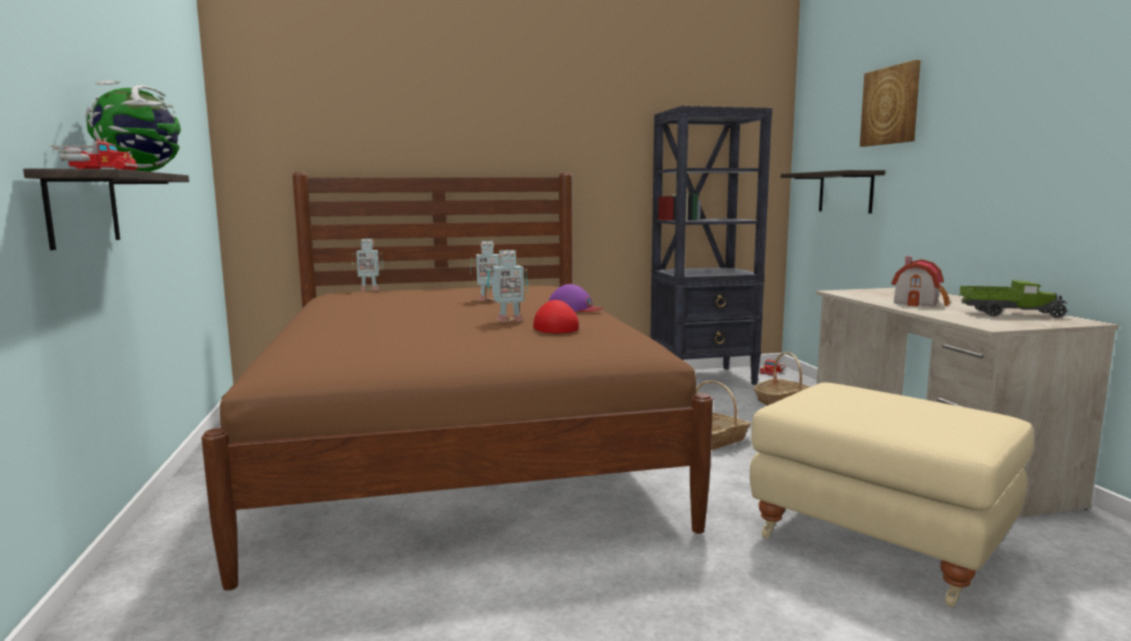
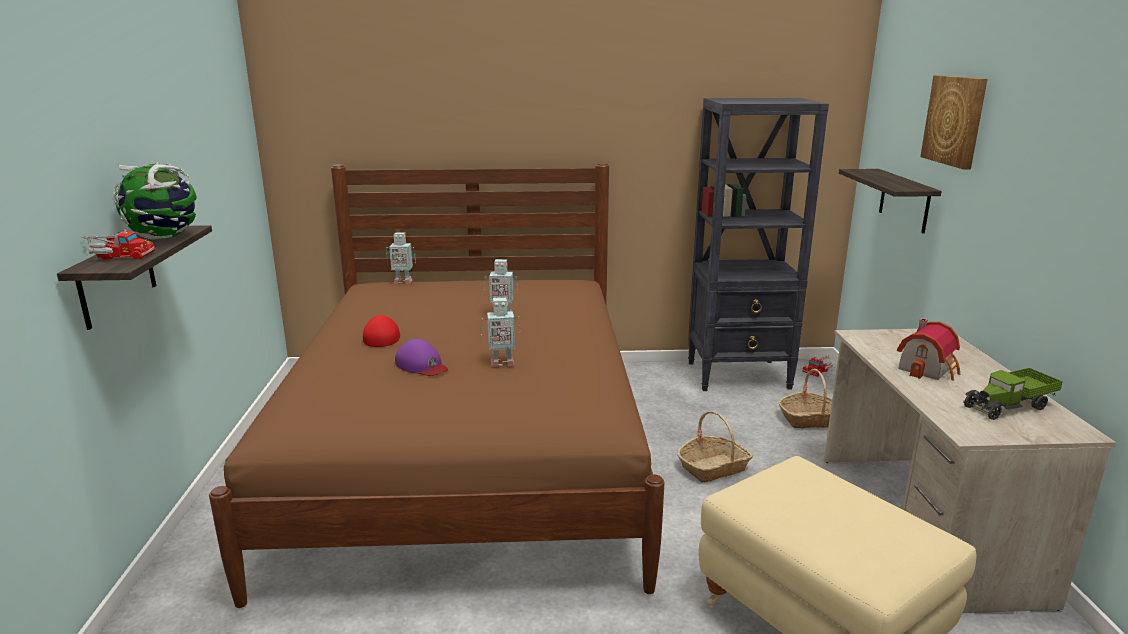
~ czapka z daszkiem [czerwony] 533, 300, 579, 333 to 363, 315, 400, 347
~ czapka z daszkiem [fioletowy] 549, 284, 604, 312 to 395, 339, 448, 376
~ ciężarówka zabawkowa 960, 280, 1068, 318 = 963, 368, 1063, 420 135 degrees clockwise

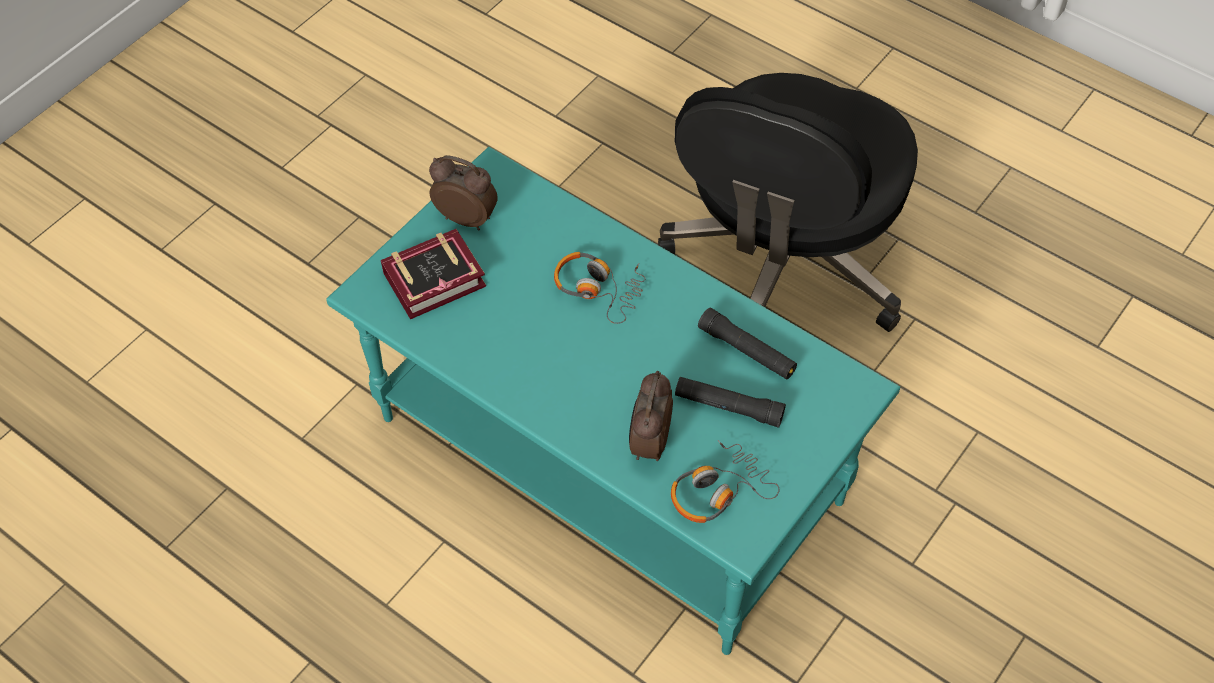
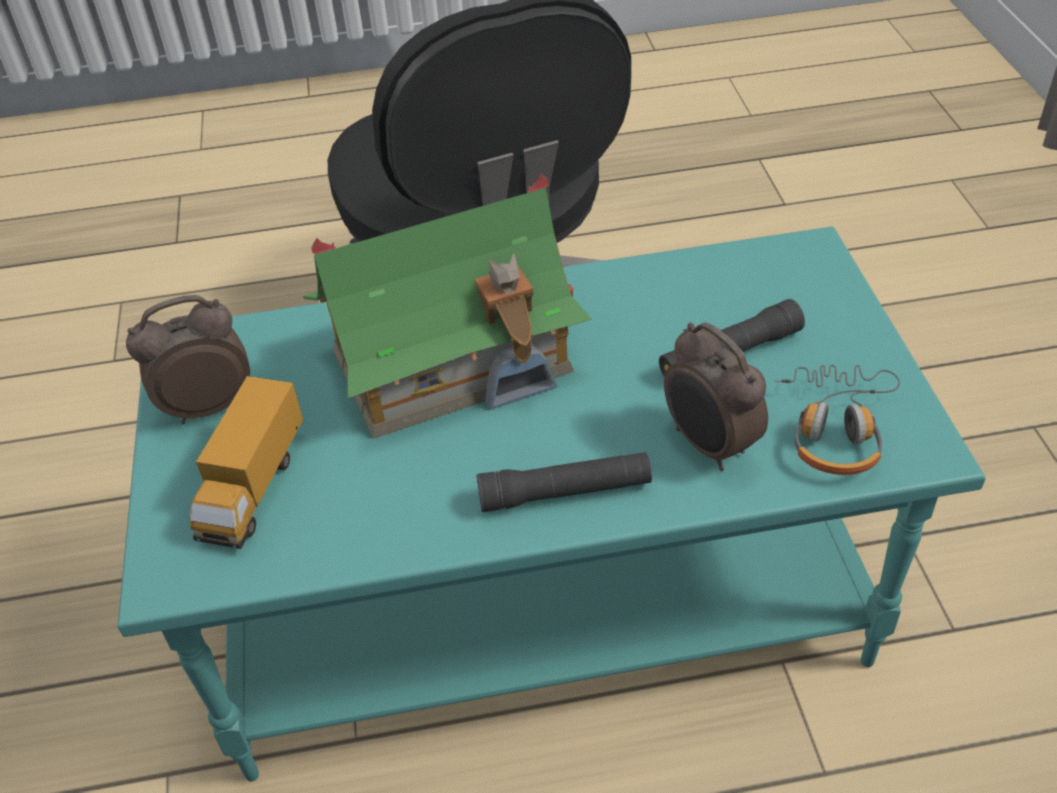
~ książka 381, 229, 486, 319 to ciężarówka zabawkowa 190, 376, 303, 549
~ słuchawki 554, 252, 646, 324 to domek 303, 174, 592, 439
~ latarka [czarny] 698, 308, 797, 380 to 476, 452, 652, 512

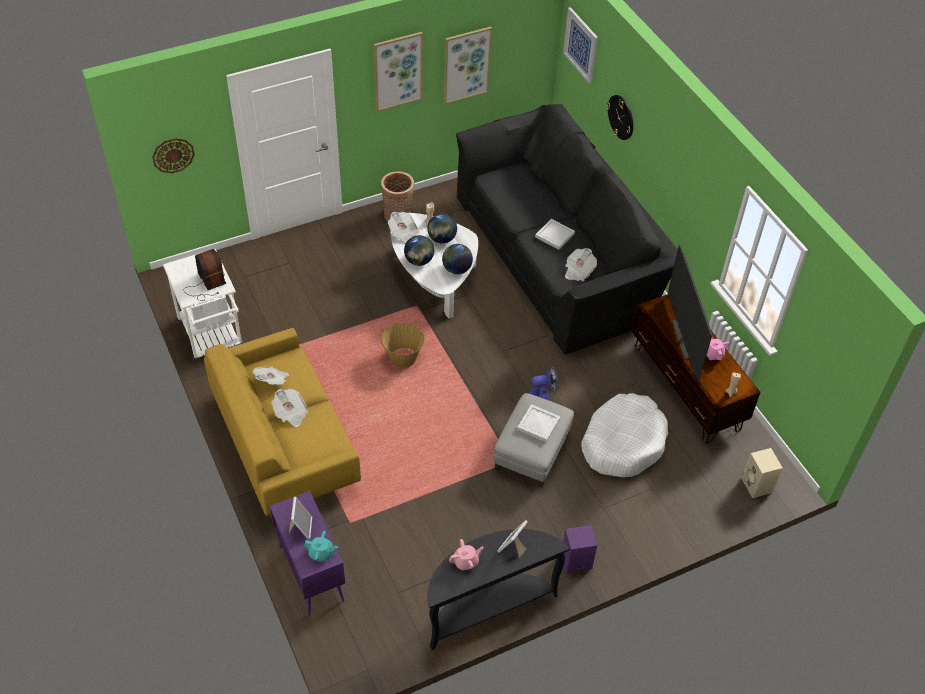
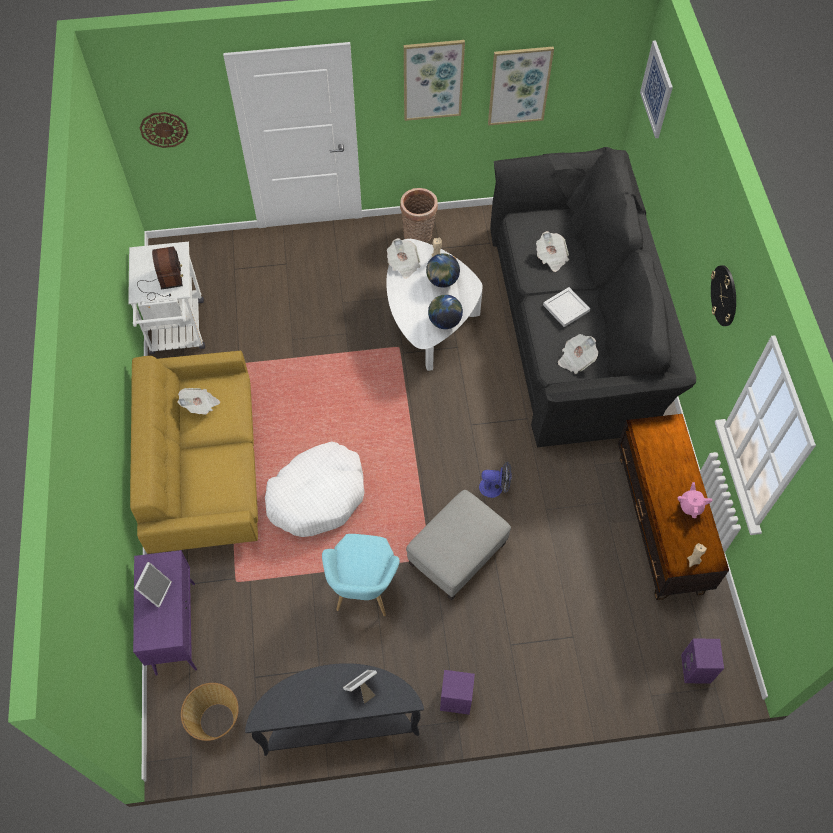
~ koszyk 381, 323, 425, 368 to 181, 683, 239, 741
~ legowisko [biały] 581, 393, 668, 477 to 265, 441, 364, 537
+ fotel [turkusowy] 322, 534, 400, 616
~ gazeta 271, 389, 309, 427 to 536, 231, 569, 272
~ głośnik [beżowy] 742, 448, 783, 498 to głośnik [fioletowy] 681, 638, 724, 684
~ zegar ścienny 607, 95, 633, 140 to 711, 265, 736, 326
- imbryk [turkusowy] 303, 531, 338, 561
- globus 404, 235, 434, 266
- imbryk [różowy] 449, 539, 484, 570
- taca [biały] 517, 404, 560, 442
- telewizor 668, 245, 712, 382

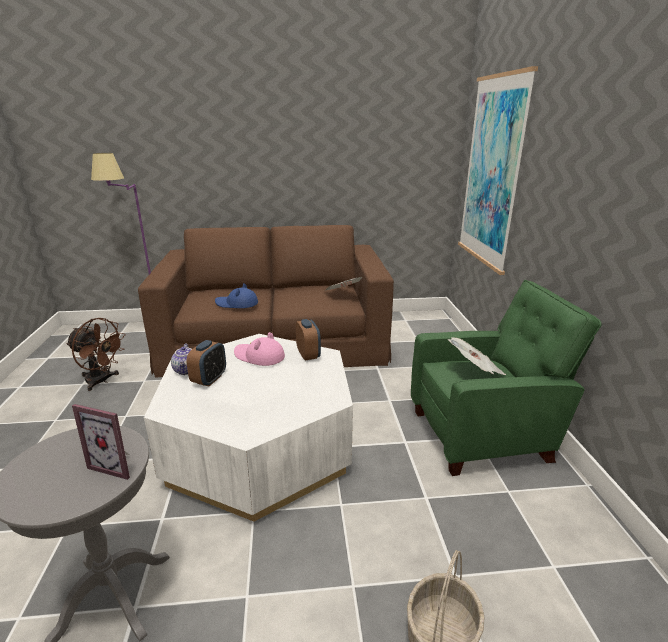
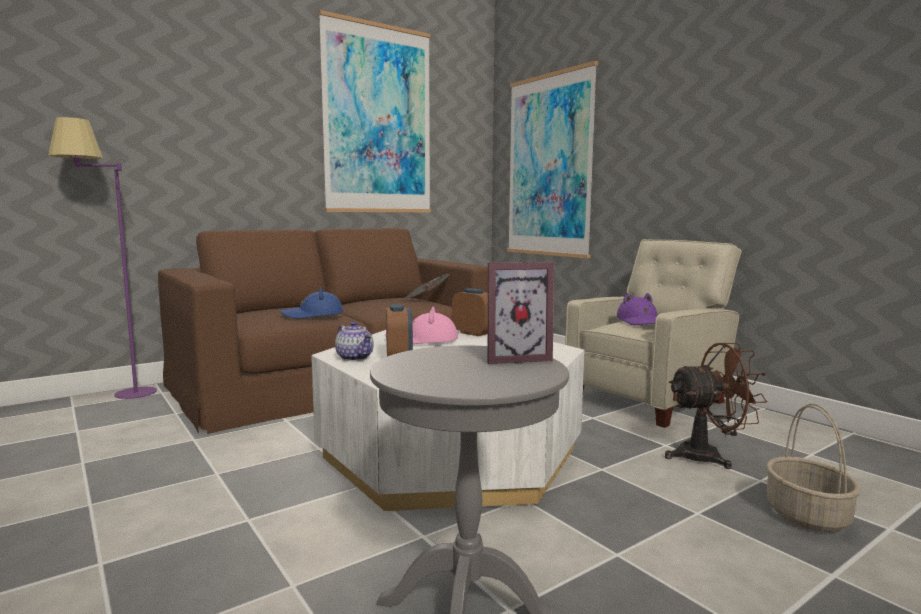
+ obraz 318, 10, 431, 212
~ fotel [zielony] 411, 280, 602, 476 to fotel [beżowy] 565, 239, 742, 428
~ gazeta 448, 337, 506, 375 to kapelusz [fioletowy] 617, 293, 658, 325
~ wentylator [brązowy] 66, 318, 126, 391 to 665, 343, 768, 469

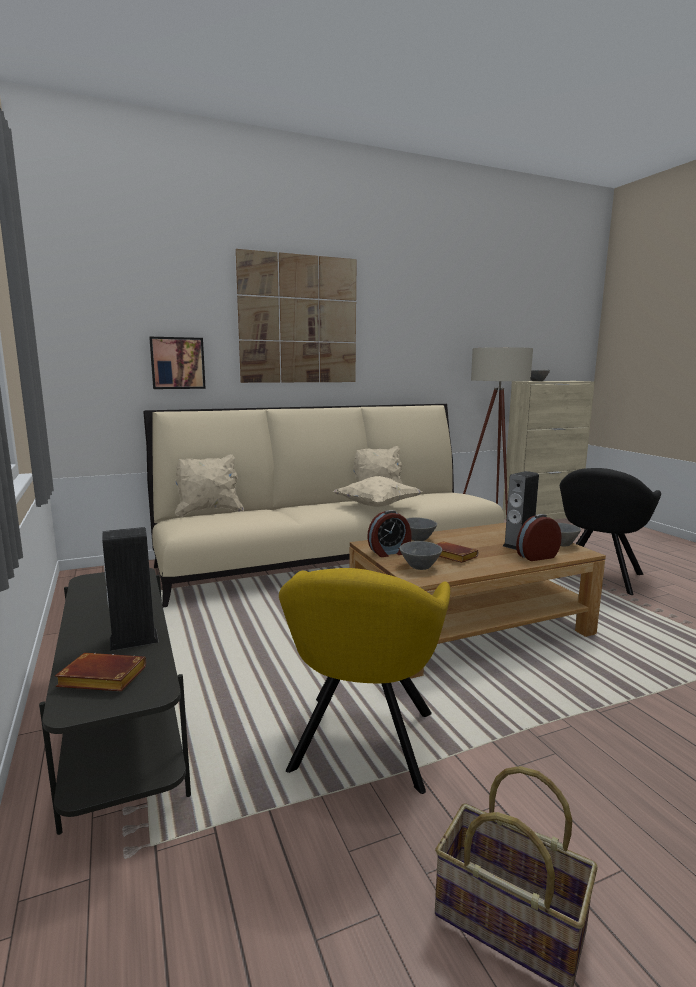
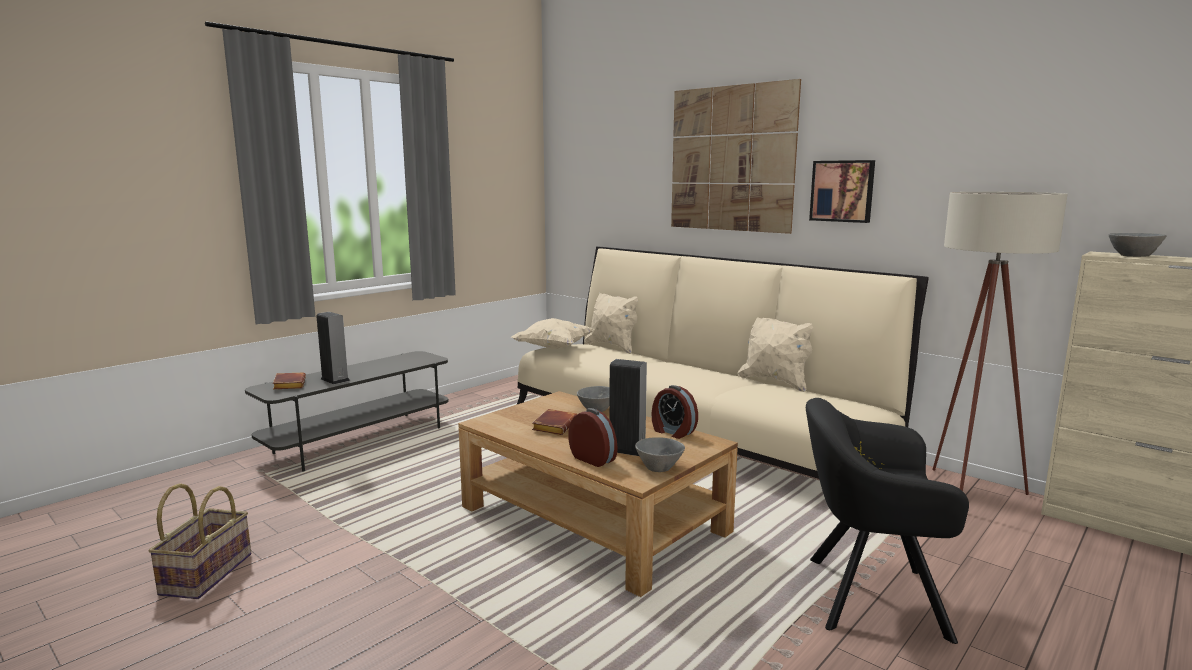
~ poduszka [beżowy] 333, 476, 422, 507 to 511, 318, 595, 349
~ budzik 367, 510, 412, 557 to 651, 385, 698, 439
~ obraz 149, 337, 206, 389 to 809, 160, 875, 223
- fotel [żółty] 279, 568, 450, 794
- miska [szary] 400, 541, 442, 570

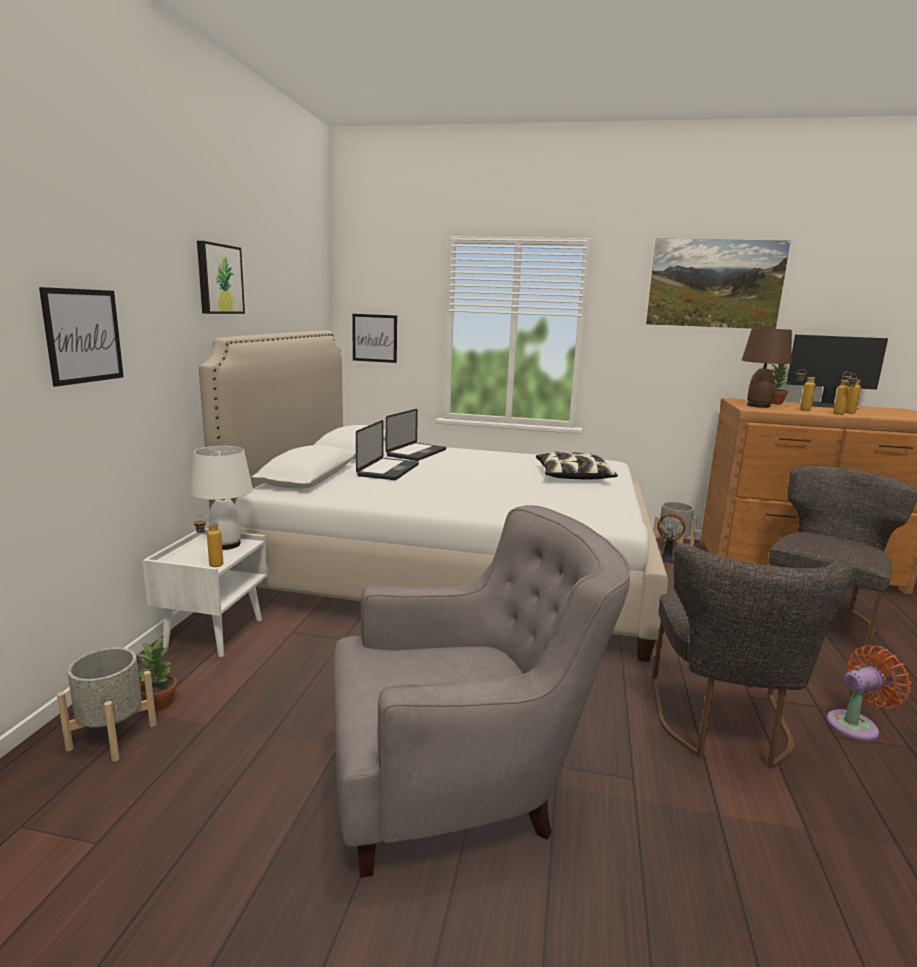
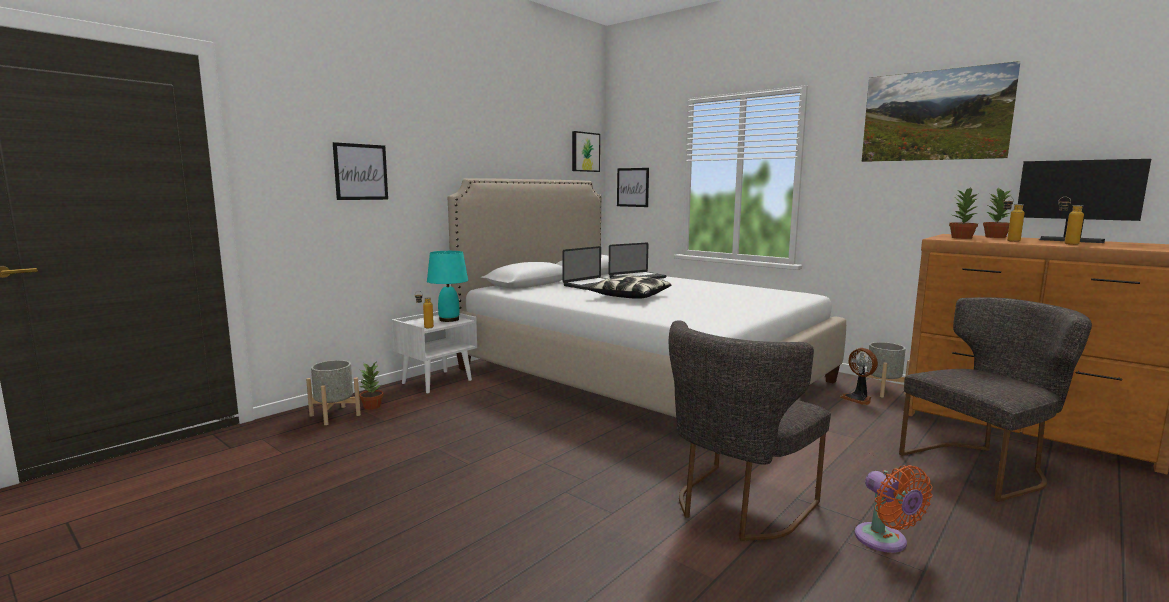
~ lampa stołowa [biały] 190, 446, 253, 550 to lampa stołowa [turkusowy] 427, 251, 468, 322
~ obraz 197, 241, 245, 314 to 572, 131, 600, 172
~ poduszka 536, 452, 618, 479 to 588, 275, 671, 299
~ wentylator [pomarańczowy] 827, 645, 911, 741 = 855, 465, 932, 553 60 degrees clockwise
~ lampa stołowa [brązowy] 742, 328, 792, 408 to roślina doniczkowa 949, 188, 979, 239
- fotel [szary] 333, 505, 630, 878
- butelka 833, 374, 857, 415

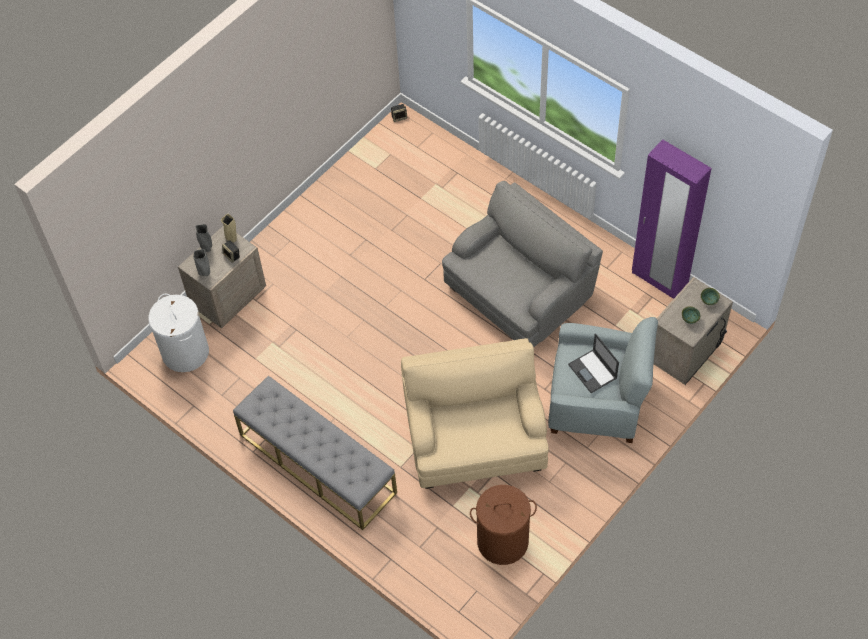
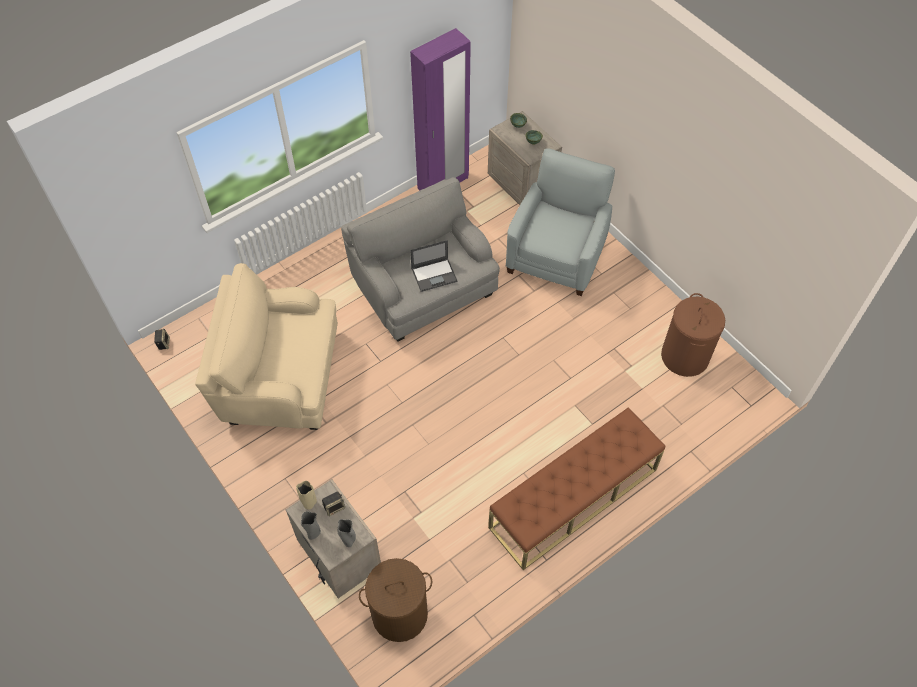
~ fotel [beżowy] 401, 338, 549, 489 to 195, 263, 338, 430
~ kosz na pranie [biały] 149, 293, 209, 372 to kosz na pranie [brązowy] 359, 558, 432, 642
~ laptop 568, 333, 619, 393 to 410, 240, 457, 292
~ ławka [szary] 233, 376, 397, 530 to ławka [brązowy] 488, 408, 665, 570

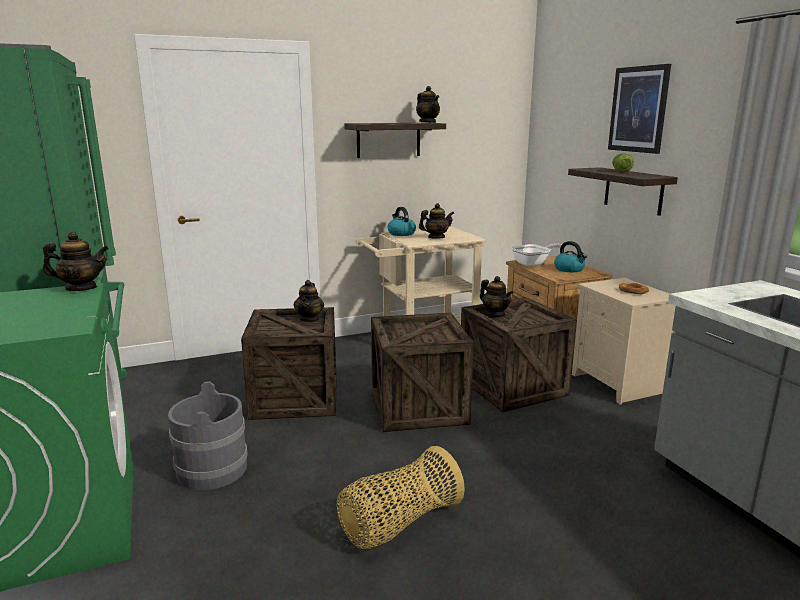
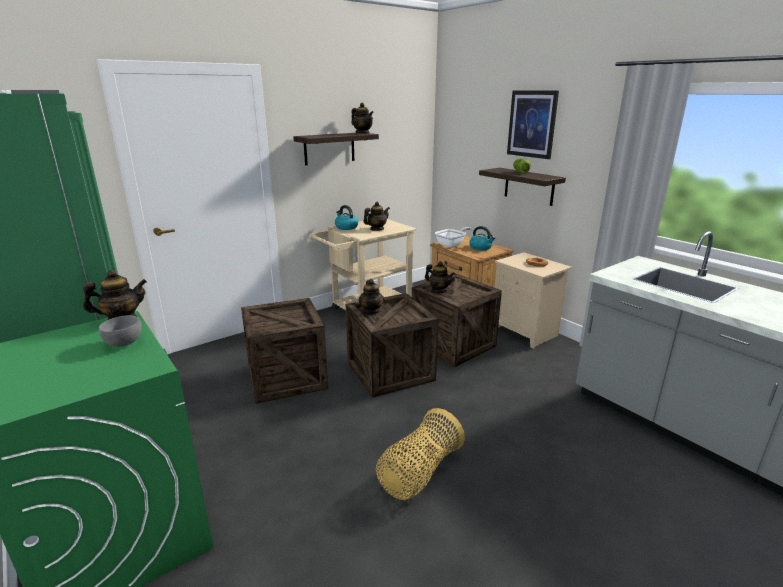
+ miska [szary] 99, 315, 142, 347
~ imbryk 294, 280, 324, 322 to 358, 279, 384, 314
- wiadro [szary] 168, 381, 248, 490

